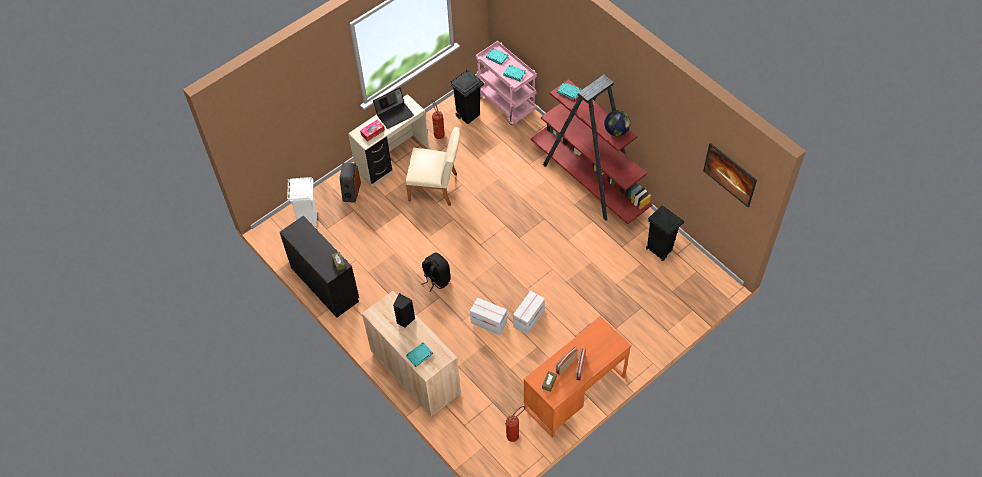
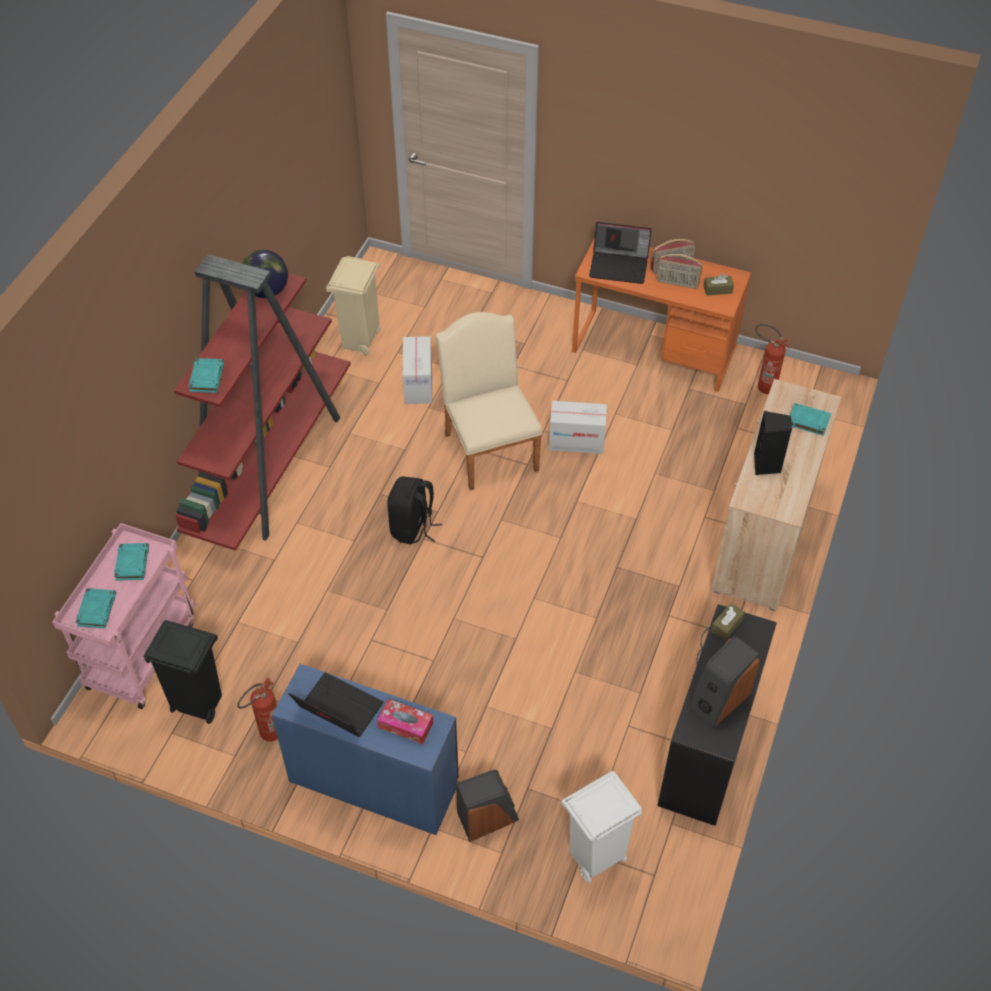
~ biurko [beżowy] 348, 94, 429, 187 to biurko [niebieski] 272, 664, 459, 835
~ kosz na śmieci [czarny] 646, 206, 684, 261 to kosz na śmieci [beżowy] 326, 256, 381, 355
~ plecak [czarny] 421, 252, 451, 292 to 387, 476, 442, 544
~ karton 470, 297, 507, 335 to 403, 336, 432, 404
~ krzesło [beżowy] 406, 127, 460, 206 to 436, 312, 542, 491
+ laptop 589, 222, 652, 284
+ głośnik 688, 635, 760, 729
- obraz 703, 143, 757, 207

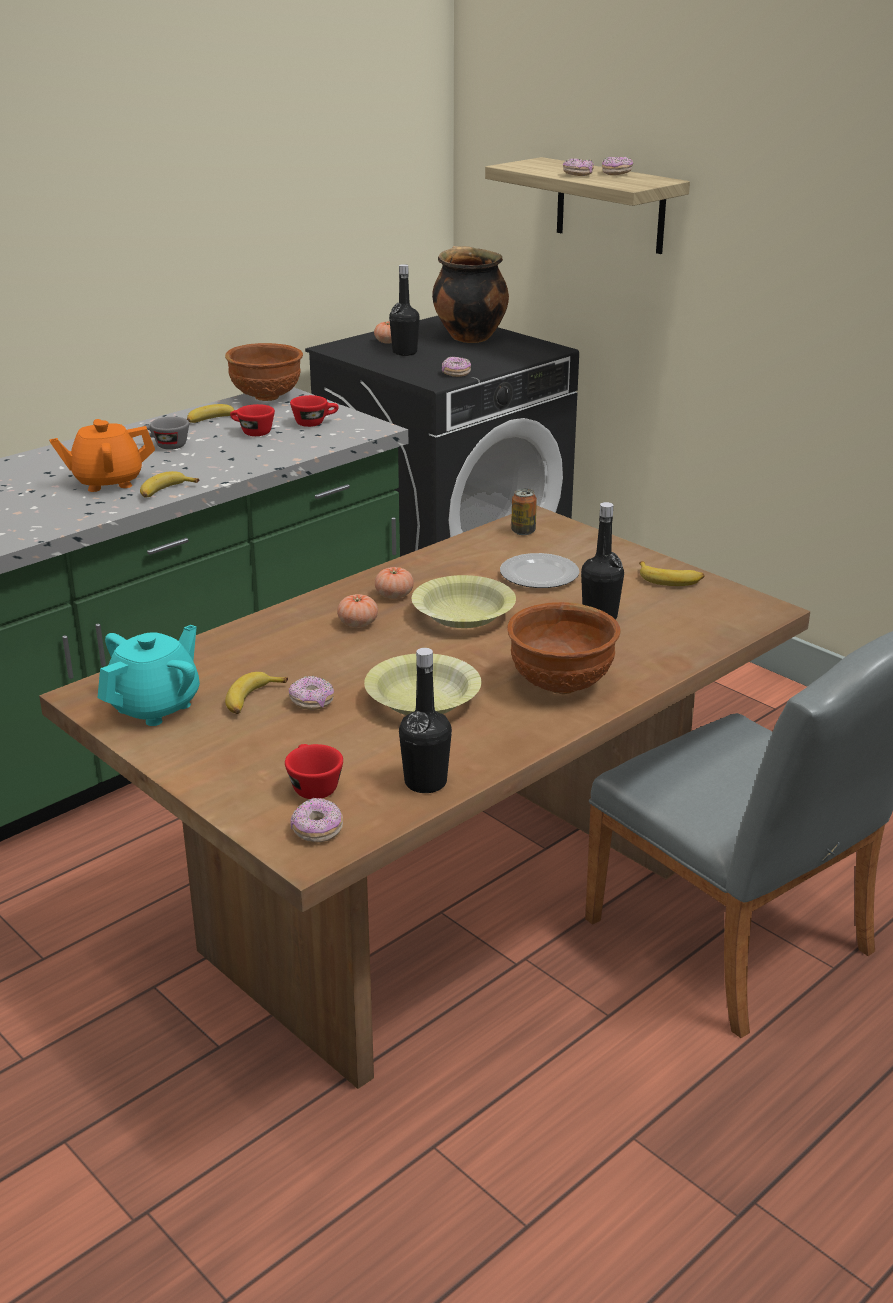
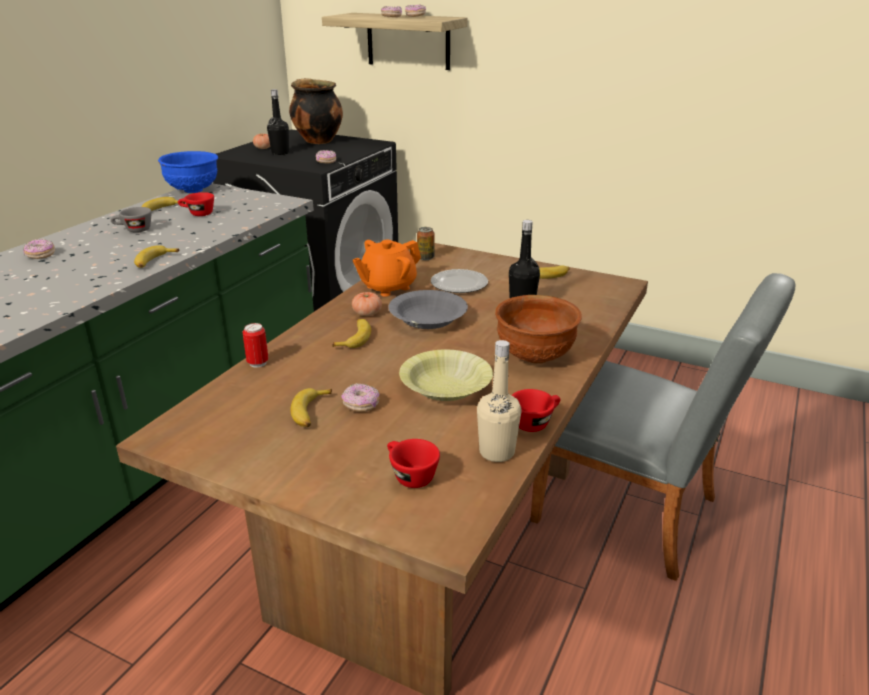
~ donut 290, 798, 343, 842 to 23, 239, 55, 259
~ miska [brązowy] 225, 343, 303, 401 to miska [niebieski] 158, 151, 218, 193
+ puszka 243, 323, 269, 368
~ pomidor 337, 594, 378, 628 to banan 332, 319, 371, 348
~ imbryk [pomarańczowy] 49, 419, 155, 492 to 353, 240, 421, 297
~ miska [żółty] 412, 575, 516, 628 to miska [szary] 389, 290, 468, 329
~ butelka [czarny] 399, 648, 452, 793 to butelka [beżowy] 477, 340, 521, 462
~ filiżanka [czerwony] 290, 395, 339, 427 to 512, 389, 560, 432
- imbryk [turkusowy] 97, 625, 200, 726

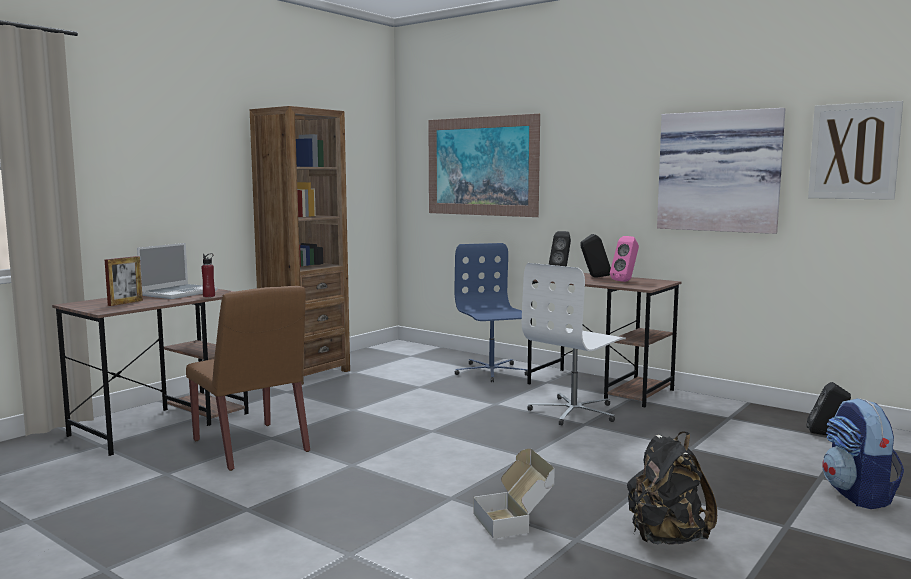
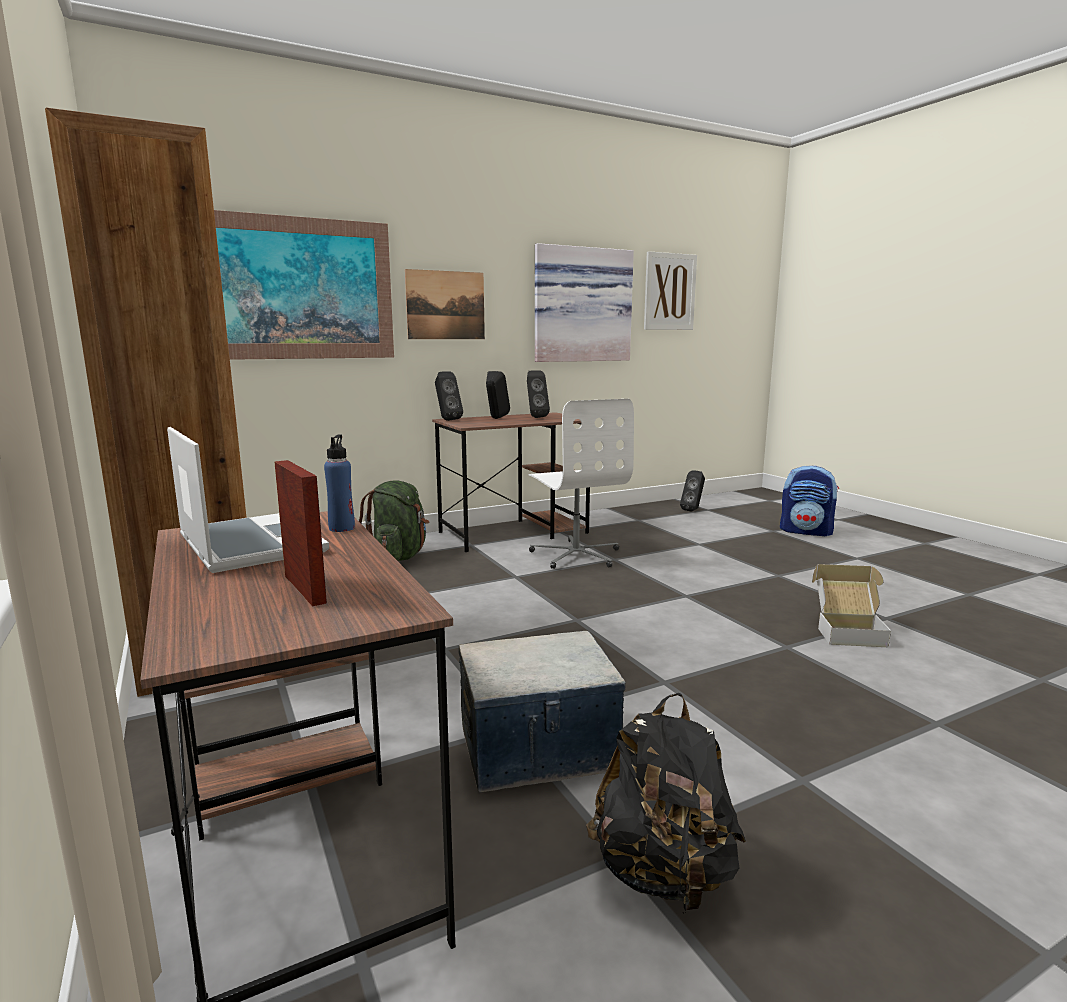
~ butelka [czerwony] 202, 253, 215, 297 to butelka [niebieski] 324, 434, 355, 532
~ krzesło biurowe [niebieski] 455, 243, 528, 382 to plecak [zielony] 358, 480, 430, 561
+ obraz 405, 269, 485, 339
~ krzesło [brązowy] 186, 286, 310, 471 to pojemnik do przechowywania 458, 631, 626, 792
~ głośnik [różowy] 610, 236, 639, 282 to głośnik [czarny] 527, 370, 550, 418
~ plecak [czarny] 627, 431, 717, 545 to 586, 693, 746, 913

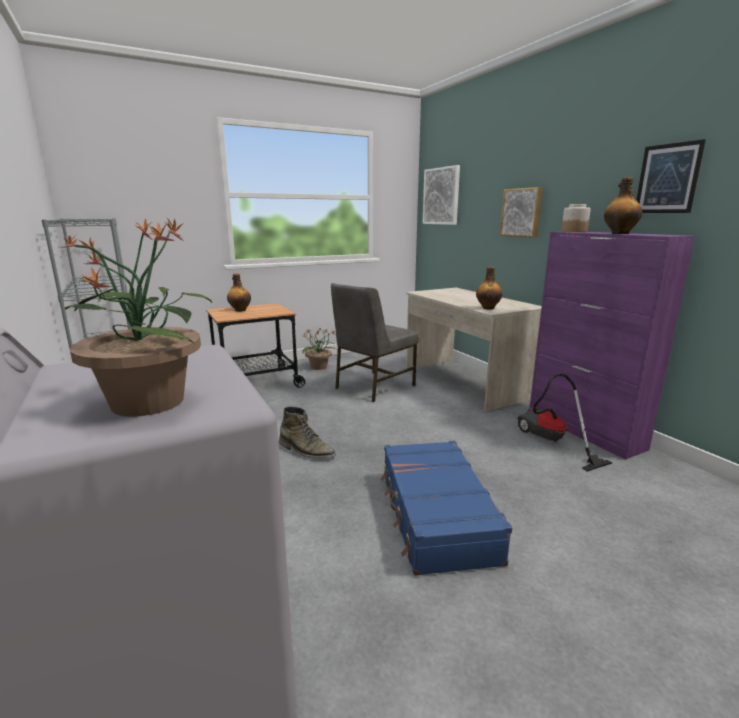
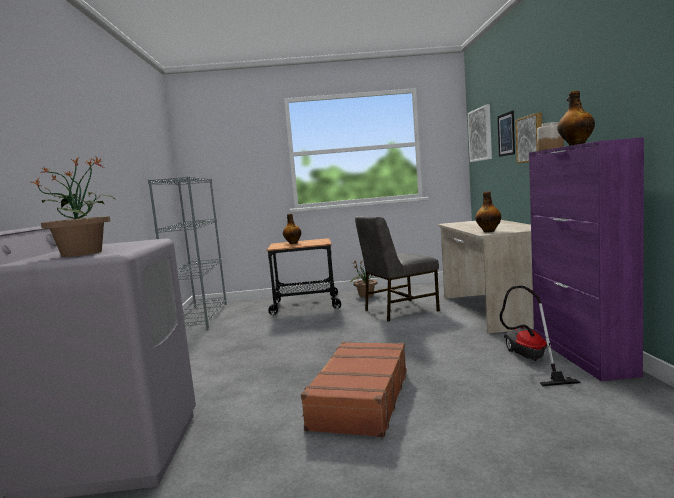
~ walizka [niebieski] 380, 441, 512, 576 to walizka [brązowy] 301, 342, 407, 437
~ obraz 636, 139, 706, 213 to 497, 110, 515, 157
- but z cholewką [zielony] 279, 407, 336, 459

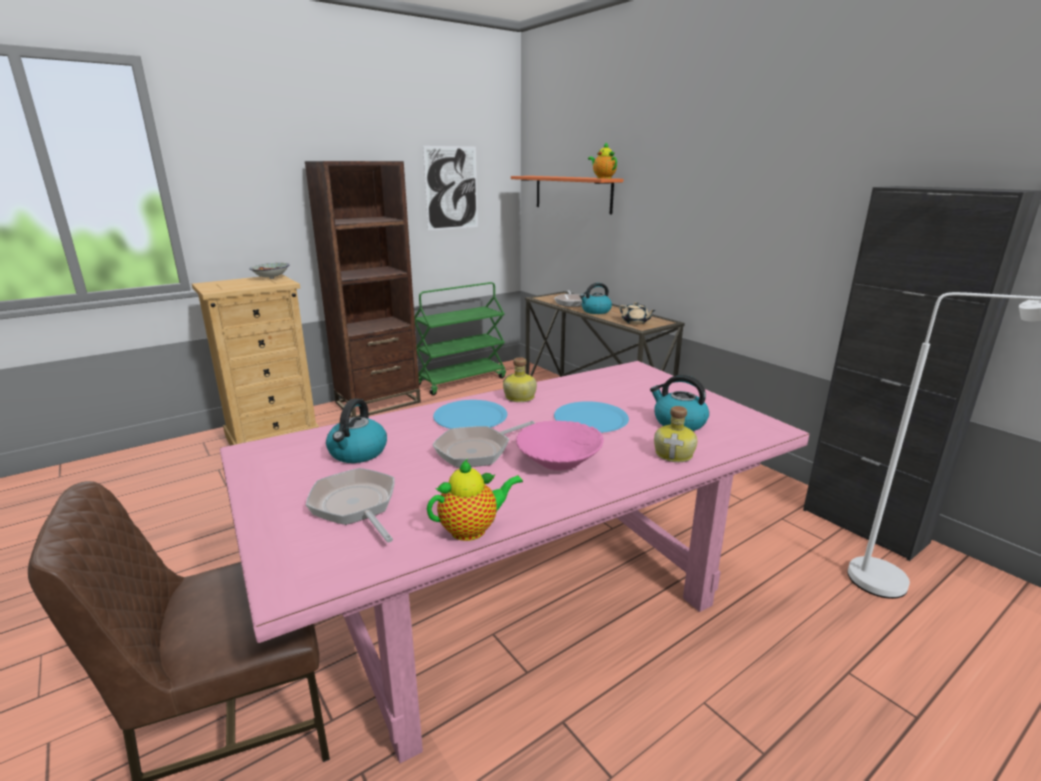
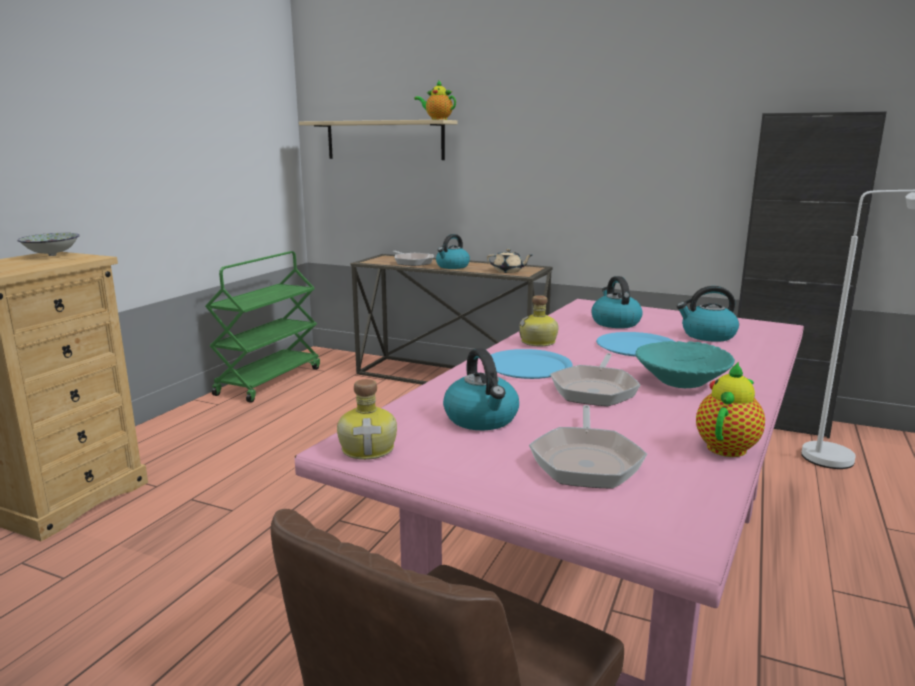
~ półka [pomarańczowy] 511, 176, 623, 214 to półka [beżowy] 299, 120, 458, 160
~ butelka 654, 406, 697, 462 to 337, 379, 397, 460
~ patelnia 306, 468, 395, 543 = 529, 405, 647, 489 105 degrees counterclockwise
+ czajnik 592, 276, 643, 328
~ miska [różowy] 516, 421, 604, 470 to miska [turkusowy] 636, 341, 735, 388
- regał [brązowy] 305, 161, 421, 418
- obraz 423, 146, 478, 230

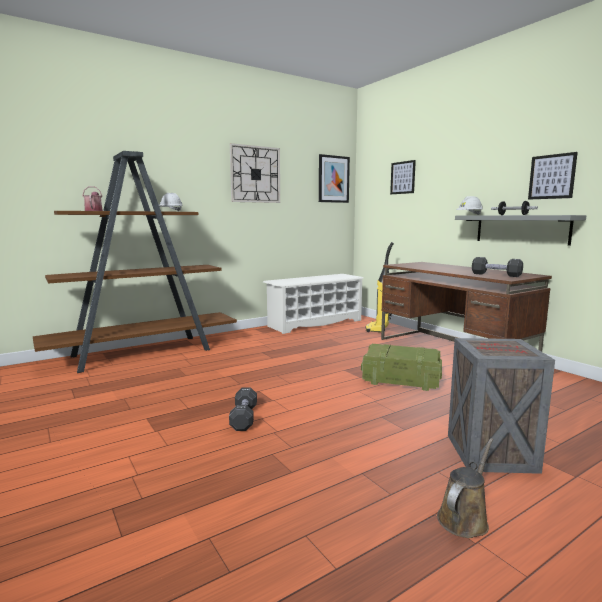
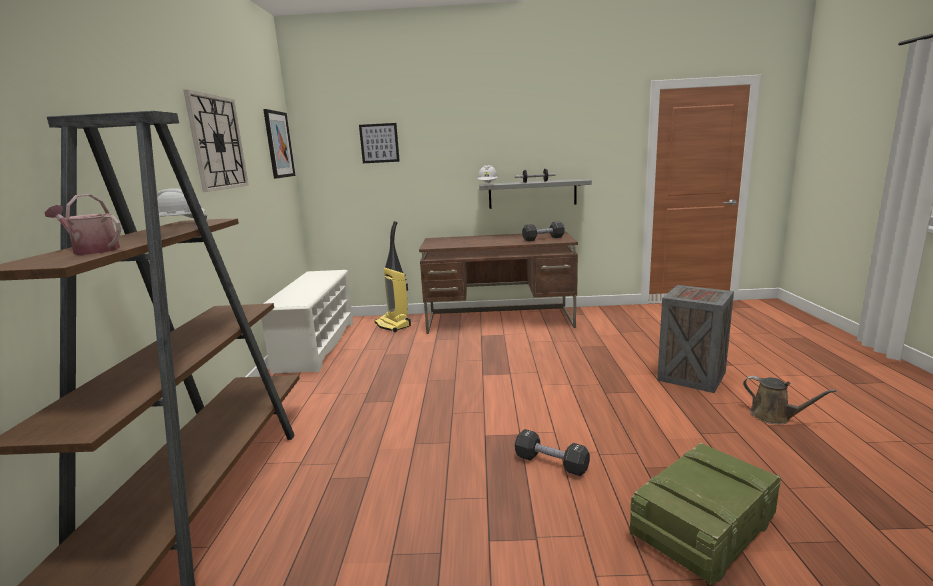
~ skrzynka 361, 344, 442, 391 to 630, 443, 781, 585
~ konewka [brązowy] 437, 438, 493, 538 = 743, 376, 837, 425 150 degrees clockwise
- obraz 528, 152, 578, 200

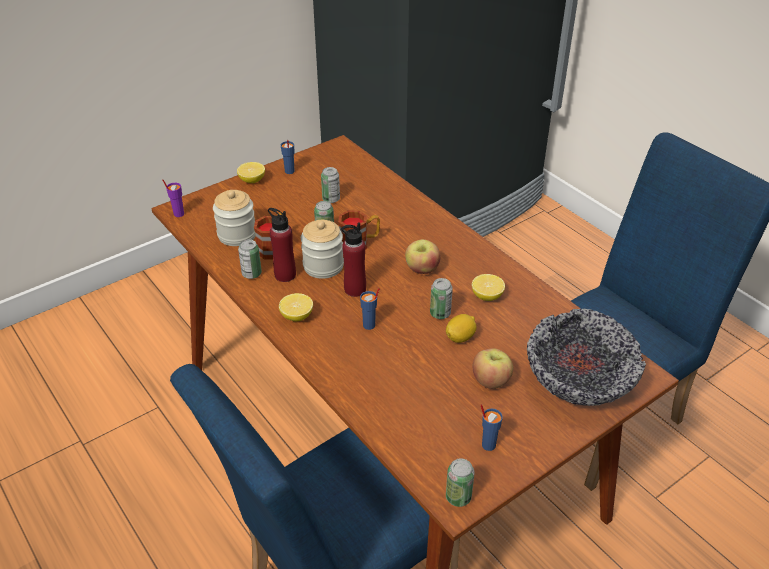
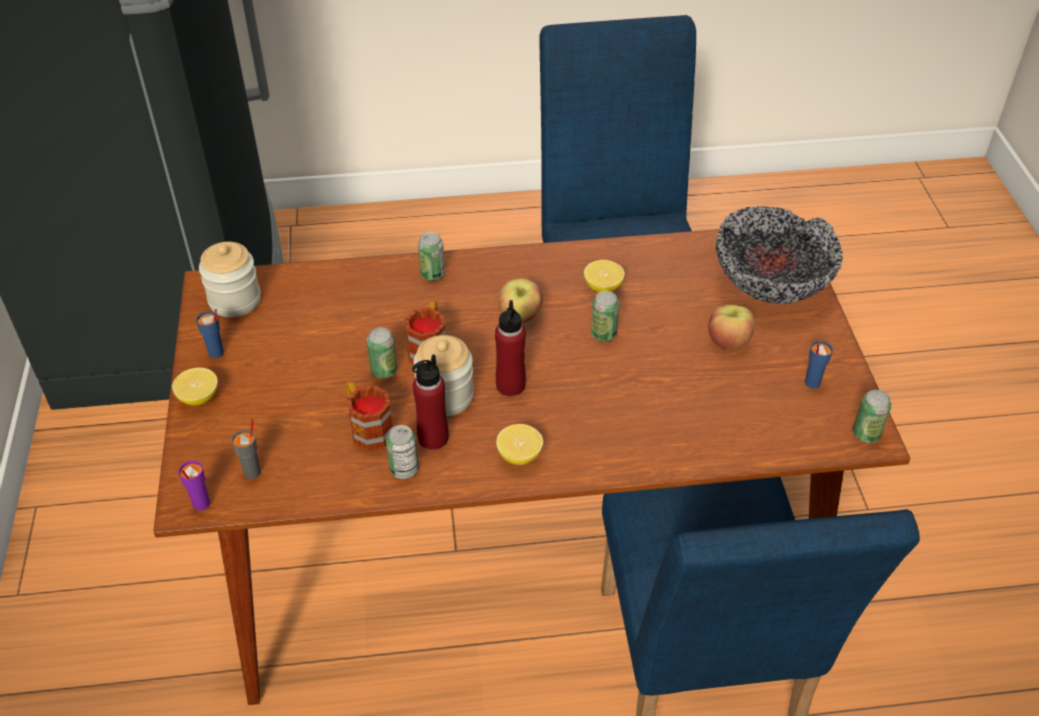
~ słoik 213, 190, 255, 246 to 199, 242, 261, 317
+ filiżanka [szary] 231, 419, 261, 479
~ puszka 321, 167, 340, 203 to 418, 232, 445, 281
- filiżanka [niebieski] 360, 288, 380, 330
- cytryna 446, 314, 477, 343

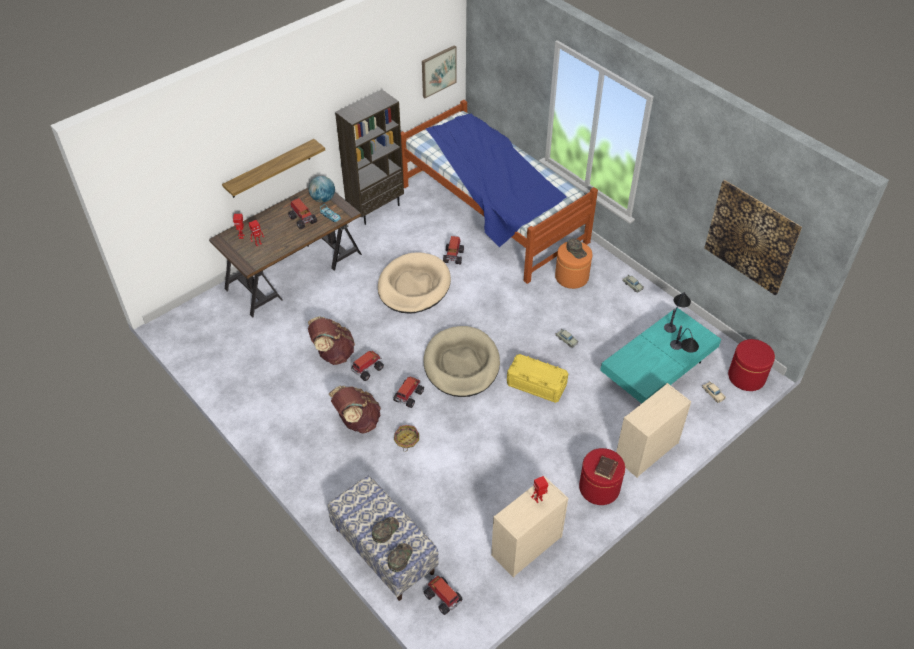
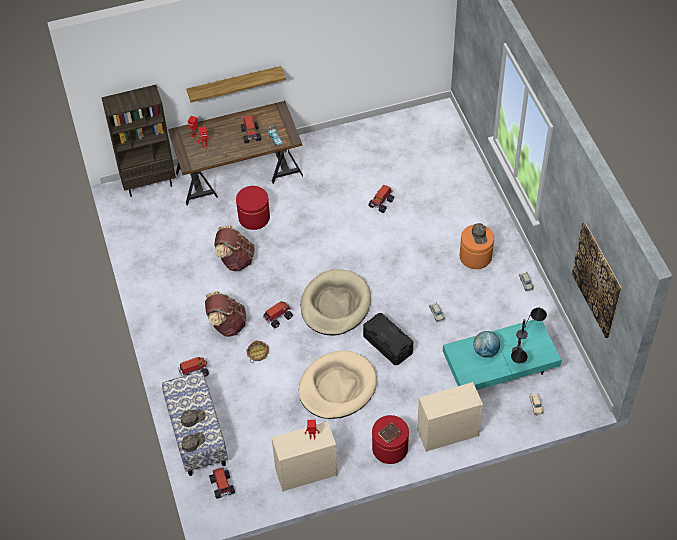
~ regał [brązowy] 335, 90, 404, 225 to 101, 85, 176, 197
~ ciężarówka zabawkowa 351, 351, 384, 381 to 178, 357, 209, 376
~ pufa [czerwony] 728, 339, 775, 391 to 236, 186, 270, 230
~ legowisko [beżowy] 378, 252, 451, 314 to 298, 350, 377, 419
~ pojemnik do przechowywania [żółty] 507, 354, 568, 403 to pojemnik do przechowywania [czarny] 363, 313, 413, 365
~ globus 309, 176, 335, 202 to 473, 331, 500, 358
- łóżko 401, 100, 598, 284
- obraz 422, 45, 456, 98

